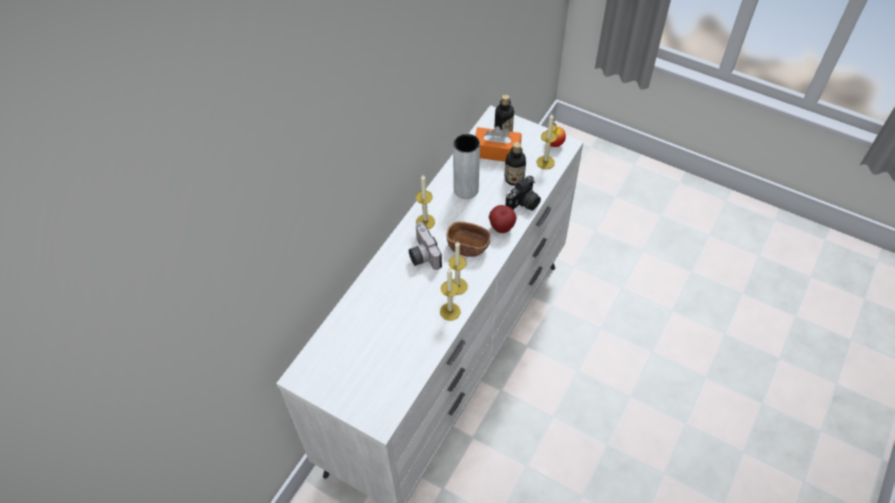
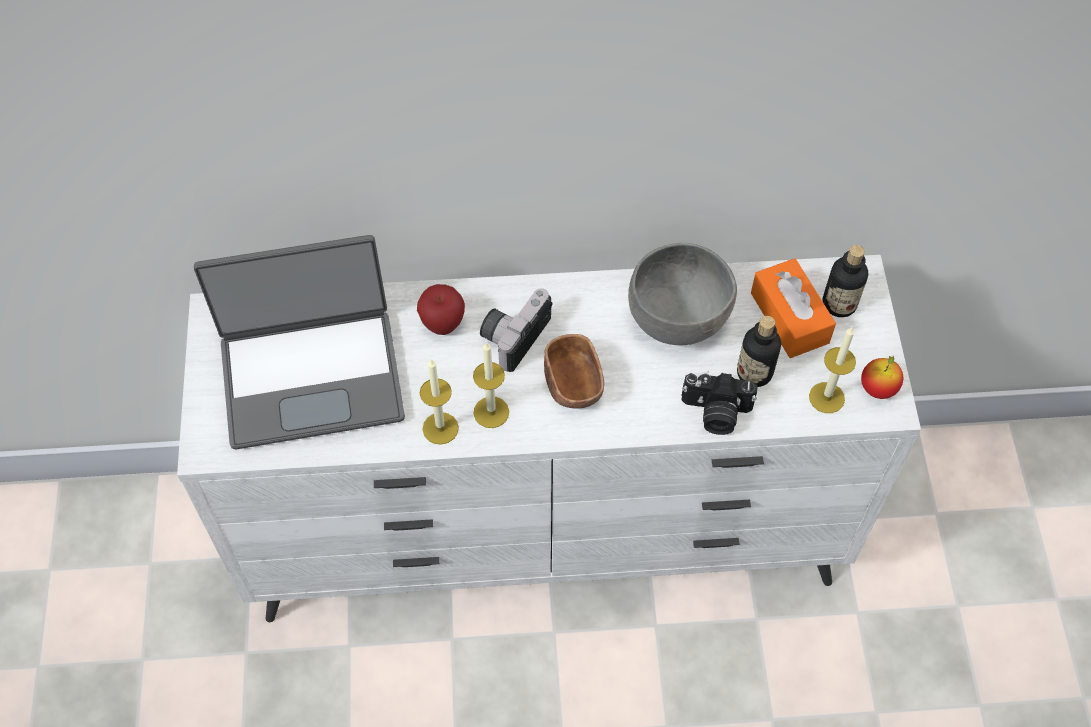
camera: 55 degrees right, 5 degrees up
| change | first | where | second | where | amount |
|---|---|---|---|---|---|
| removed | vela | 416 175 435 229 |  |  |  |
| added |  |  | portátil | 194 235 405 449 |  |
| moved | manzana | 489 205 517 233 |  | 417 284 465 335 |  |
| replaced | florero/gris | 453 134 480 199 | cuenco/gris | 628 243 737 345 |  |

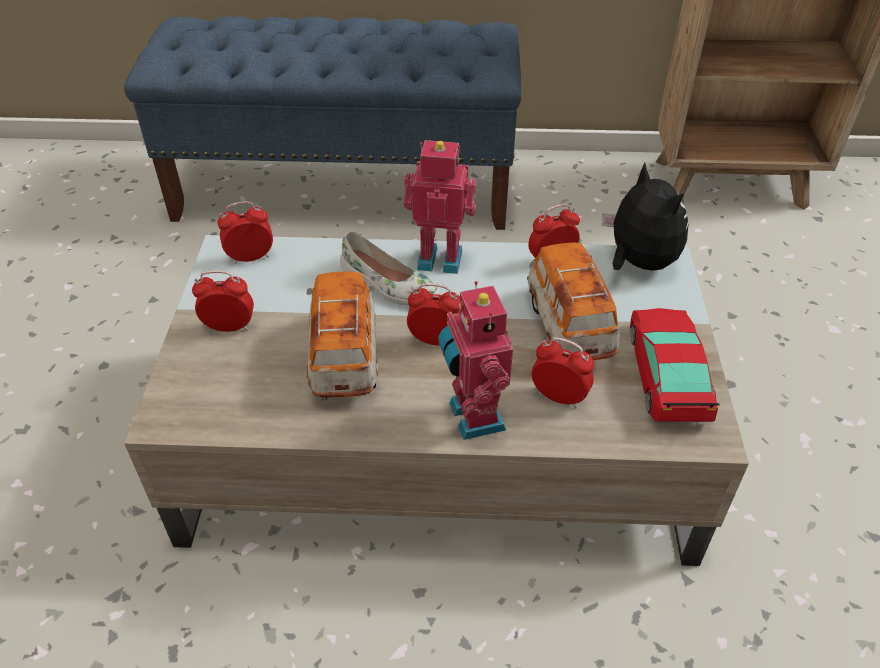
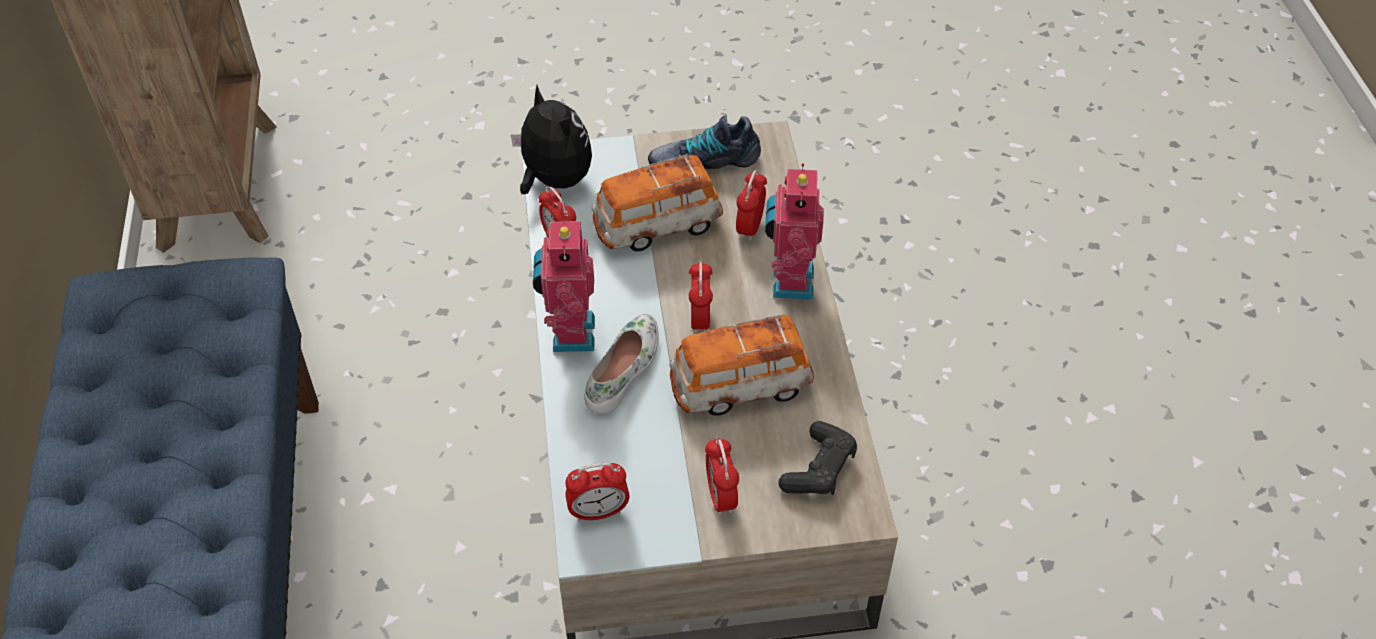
camera: 100 degrees left, 5 degrees up
| change | first | where | second | where | amount |
|---|---|---|---|---|---|
| added |  |  | mando de consola/negro | 779 421 857 495 |  |
| replaced | coche de juguete | 630 308 720 422 | zapato | 648 115 761 169 |  |
| turned | despertador | 218 201 273 264 |  | 565 463 630 522 | 75 degrees counterclockwise |
| turned | robot de juguete | 439 281 513 440 |  | 765 163 824 300 | 120 degrees clockwise |
| turned | peluche | 602 162 689 271 |  | 511 85 592 194 | 90 degrees clockwise |

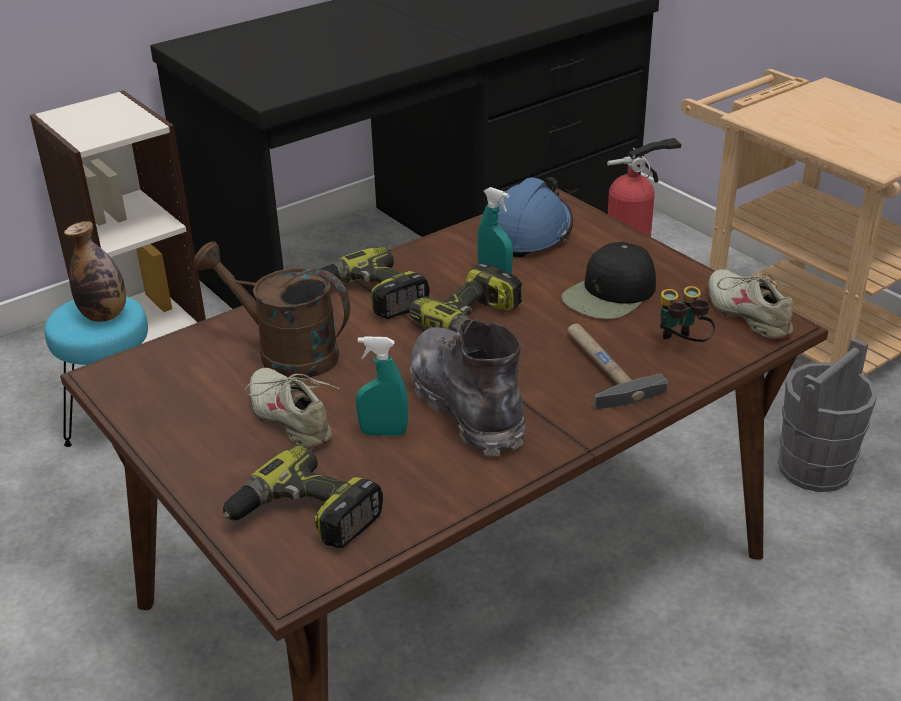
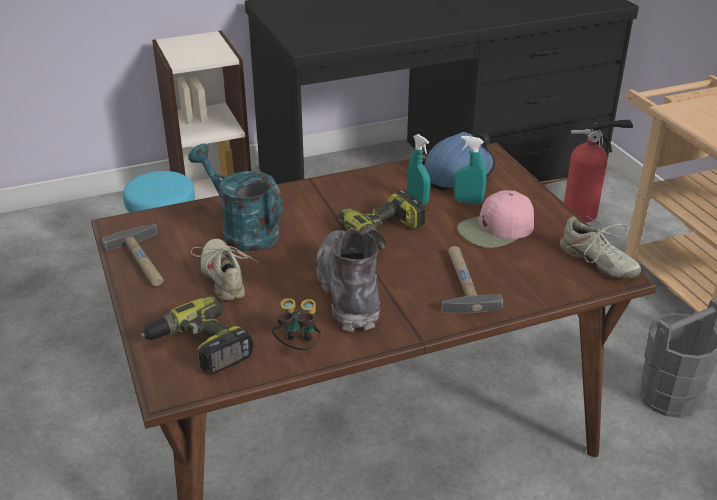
camera: 15 degrees right, 0 degrees up
| change | first | where | second | where | amount |
|---|---|---|---|---|---|
| removed | botella | 64 221 126 322 |  |  |  |
| removed | taladro | 321 246 430 319 |  |  |  |
| added |  |  | martillo | 102 224 164 286 |  |
| moved | pulverizador/turquesa | 356 336 408 436 |  | 454 136 486 204 |  |
| moved | prismáticos | 660 286 715 342 |  | 271 298 321 350 |  |
| recoloured | regadera/marrón | 193 241 350 378 | regadera/turquesa | 188 144 283 251 |  |
| recoloured | gorra/negro | 561 242 656 319 | gorra/rosa | 457 190 534 248 |  |
| turned | zapato/beis | 708 269 799 339 |  | 560 216 641 279 | 150 degrees clockwise |

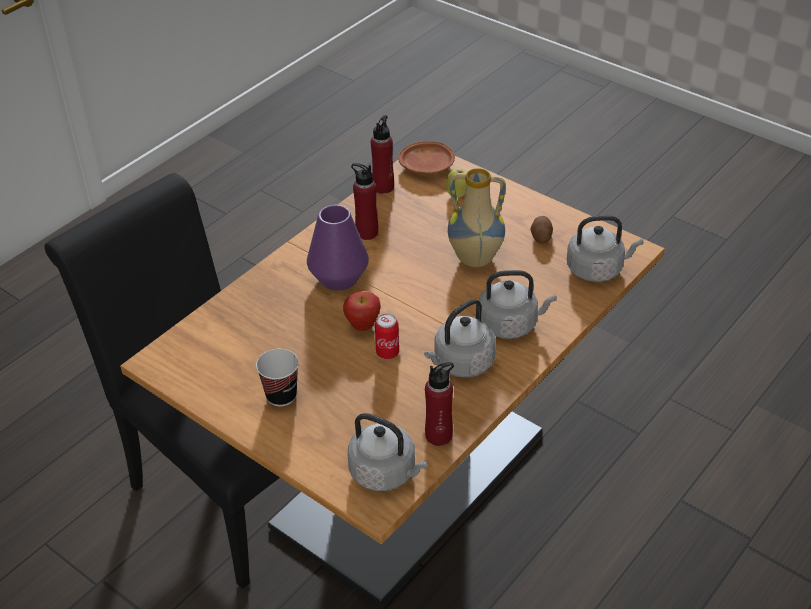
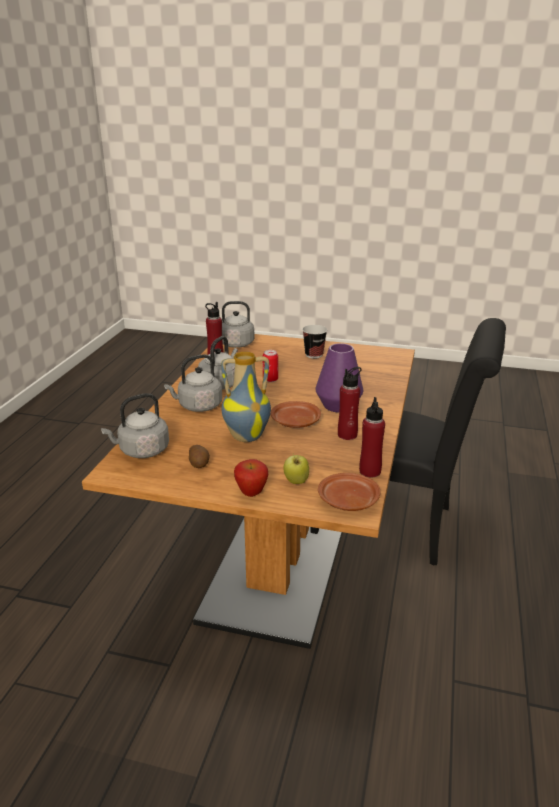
camera: 155 degrees right, 15 degrees down
| change | first | where | second | where | amount |
|---|---|---|---|---|---|
| added |  |  | plato/marrón | 271 401 321 428 |  |
| moved | manzana | 343 291 380 331 |  | 234 459 268 497 |  |

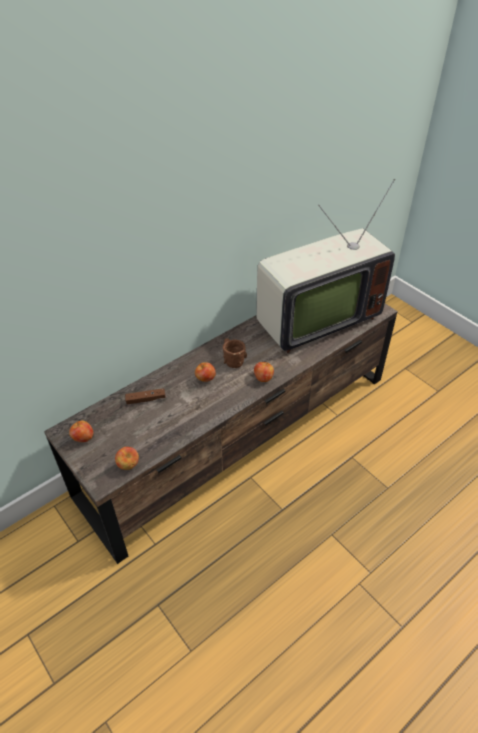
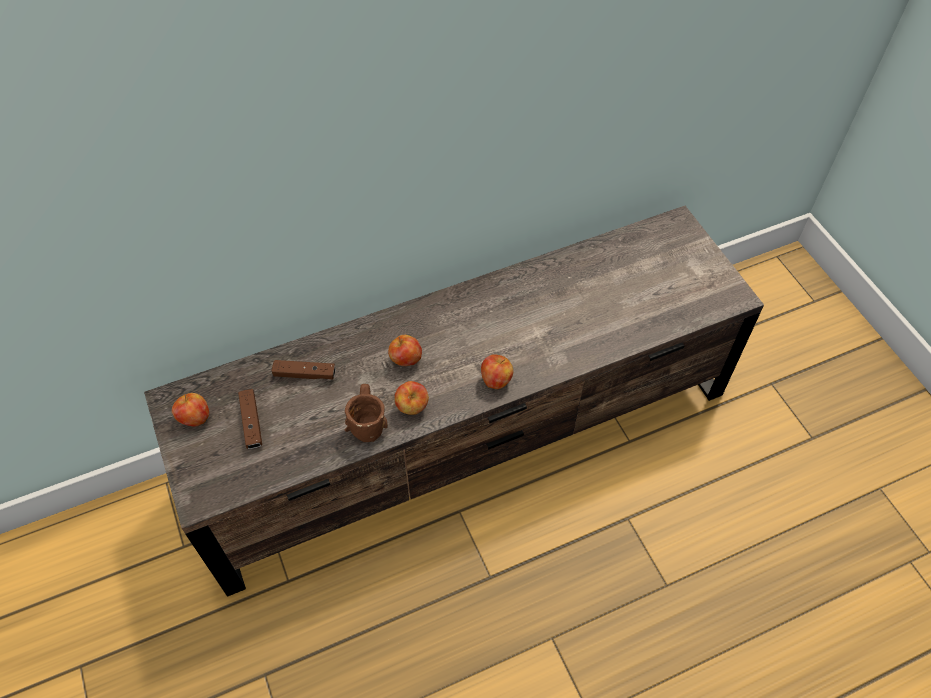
camera: 15 degrees right, 10 degrees up
| change | first | where | second | where | amount |
|---|---|---|---|---|---|
| removed | televisor | 256 179 395 353 |  |  |  |
| added |  |  | mando de consola/marrón | 238 389 262 449 |  |
| moved | manzana | 115 447 139 470 |  | 394 381 429 415 |  |
| moved | taza grande/marrón | 223 338 247 368 |  | 345 384 388 442 |  |

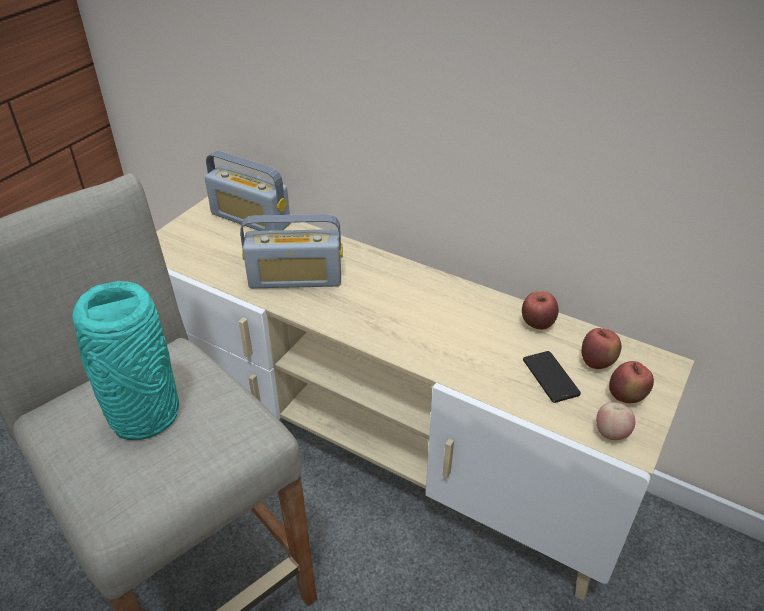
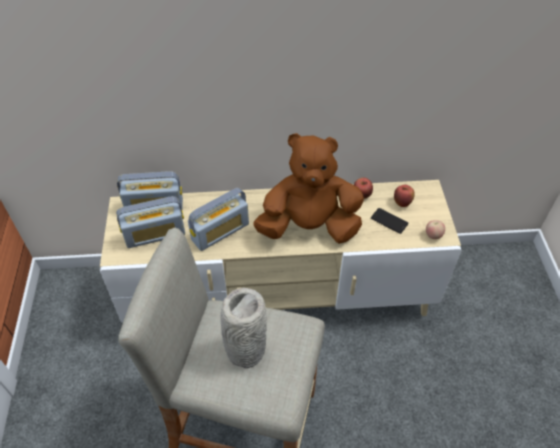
camera: 35 degrees left, 10 degrees up
| change | first | where | second | where | amount |
|---|---|---|---|---|---|
| removed | manzana | 609 361 654 403 |  |  |  |
| added |  |  | radio | 116 196 185 248 |  |
| added |  |  | peluche/marrón | 253 133 364 244 |  |
| recoloured | florero/turquesa | 72 281 179 440 | florero/gris | 220 288 267 368 |  |

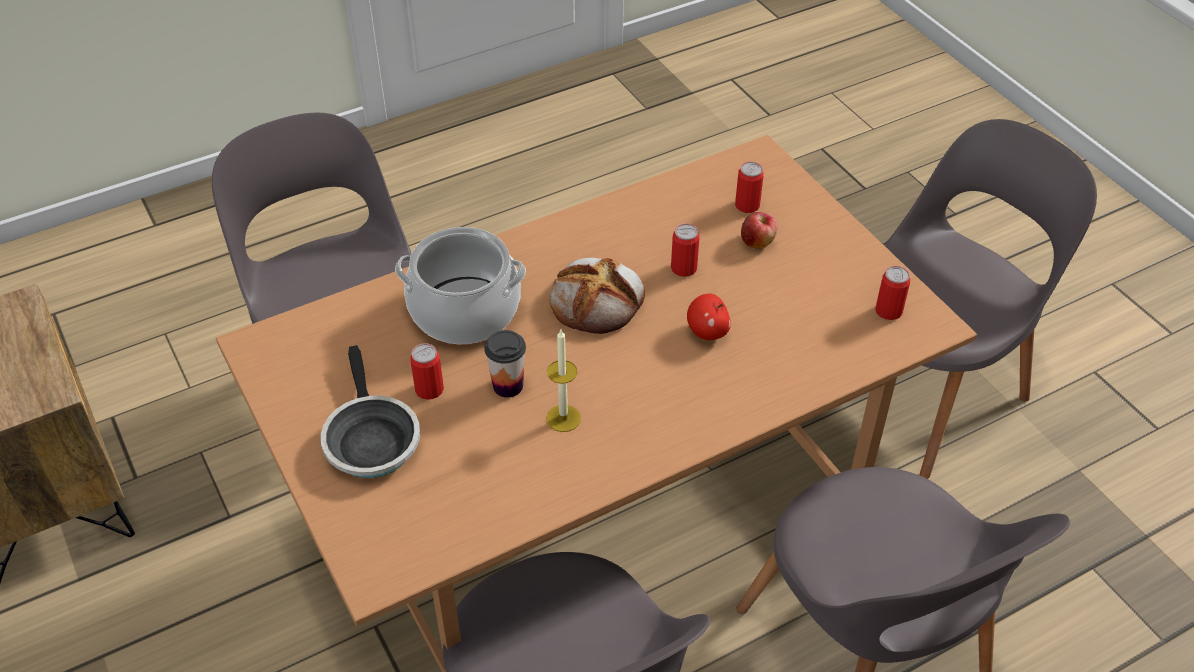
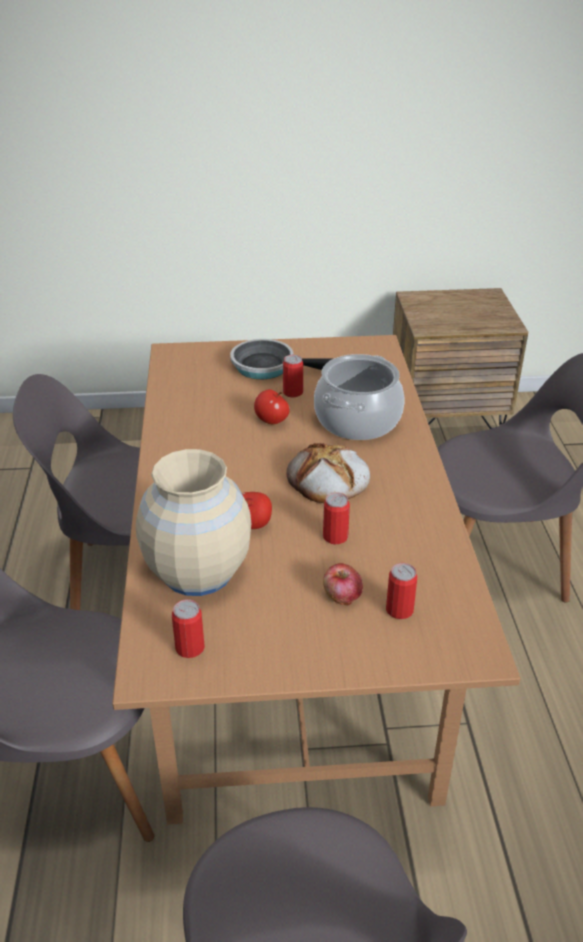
camera: 115 degrees right, 10 degrees down
| change | first | where | second | where | amount |
|---|---|---|---|---|---|
| removed | vela | 546 330 581 432 |  |  |  |
| added |  |  | florero/beis | 136 449 251 596 |  |
| replaced | taza | 484 330 526 398 | manzana | 254 389 290 424 |  |

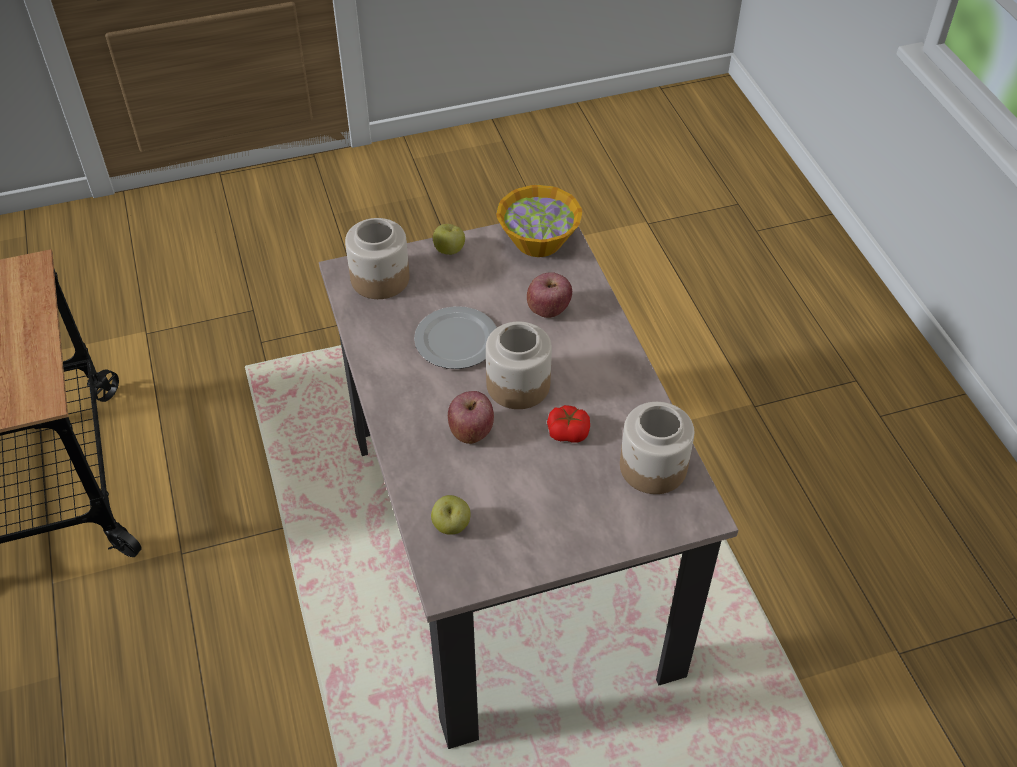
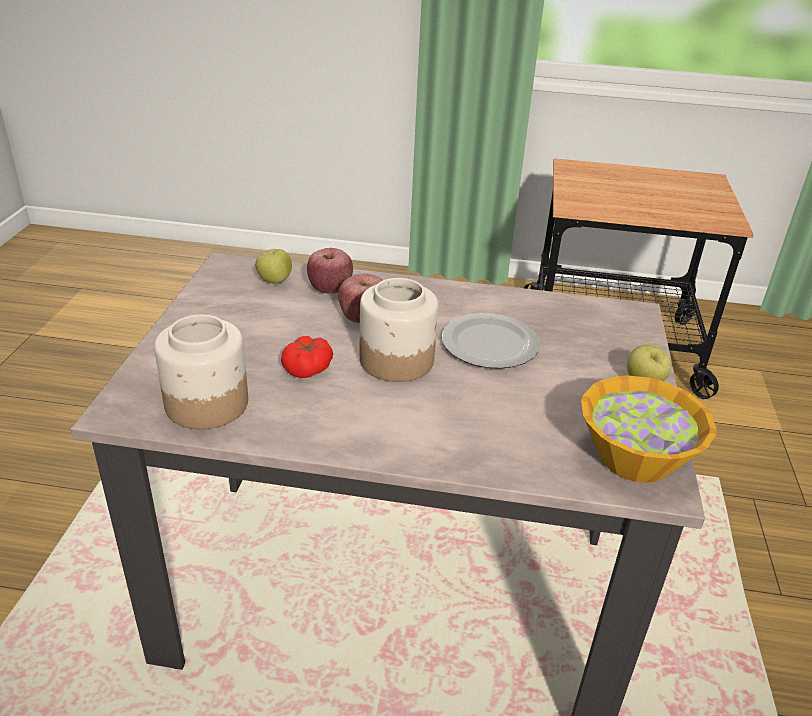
camera: 115 degrees right, 15 degrees down
| change | first | where | second | where | amount |
|---|---|---|---|---|---|
| removed | tarro | 345 218 410 299 |  |  |  |
| moved | manzana | 527 272 572 318 |  | 307 248 353 294 |  |

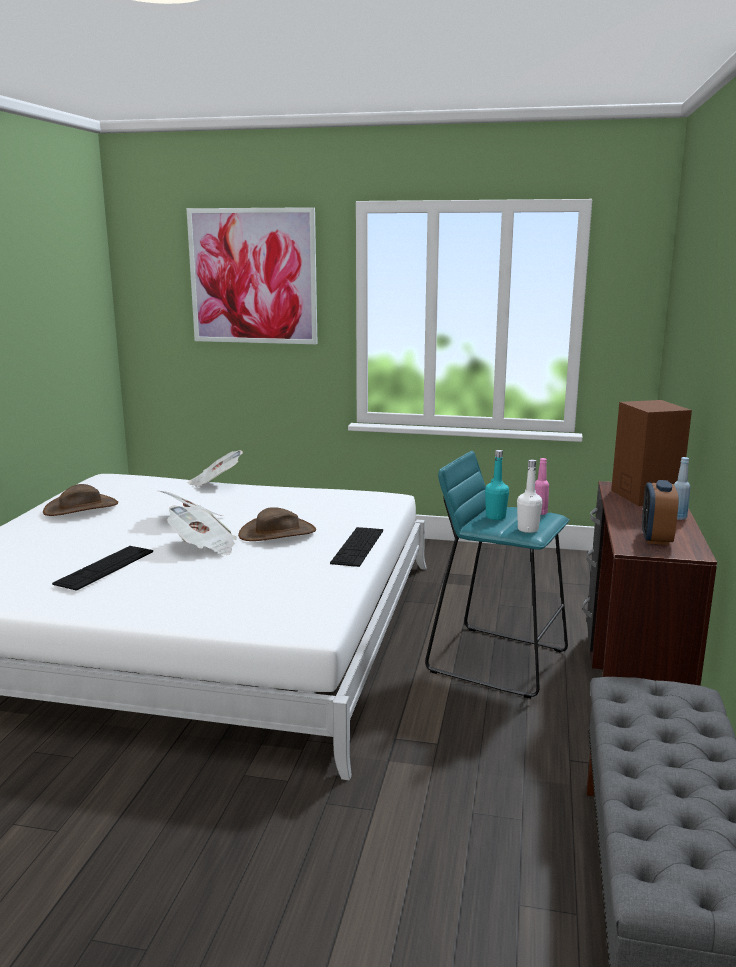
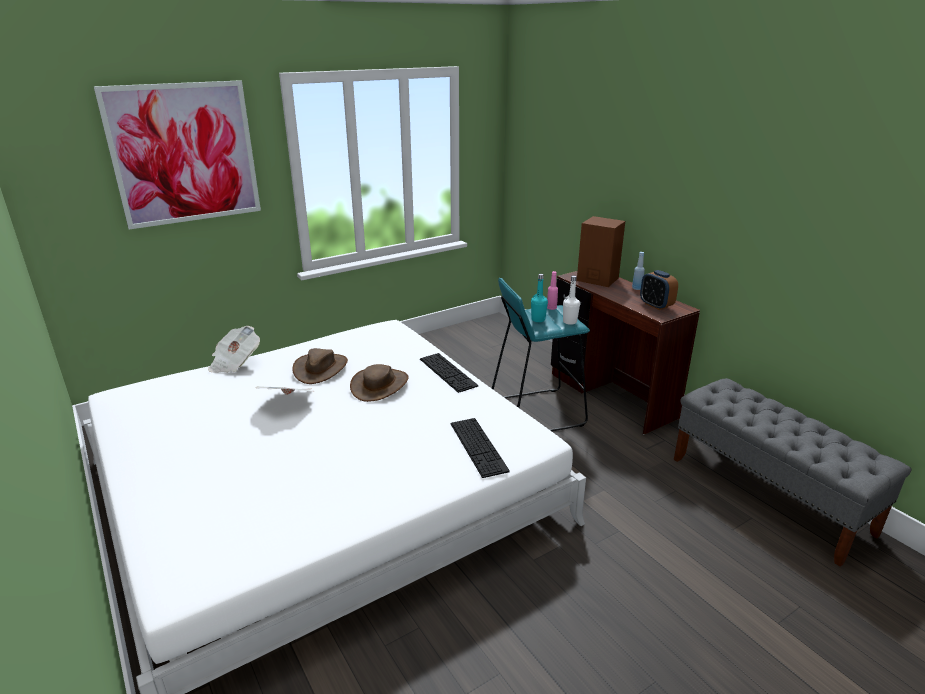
camera: 45 degrees left, 10 degrees up
| change | first | where | second | where | amount |
|---|---|---|---|---|---|
| removed | periódico | 167 506 237 555 |  |  |  |
| moved | sombrero/marrón | 43 484 118 516 |  | 293 348 348 384 |  |
| moved | teclado | 52 546 153 591 |  | 451 418 510 478 |  |

